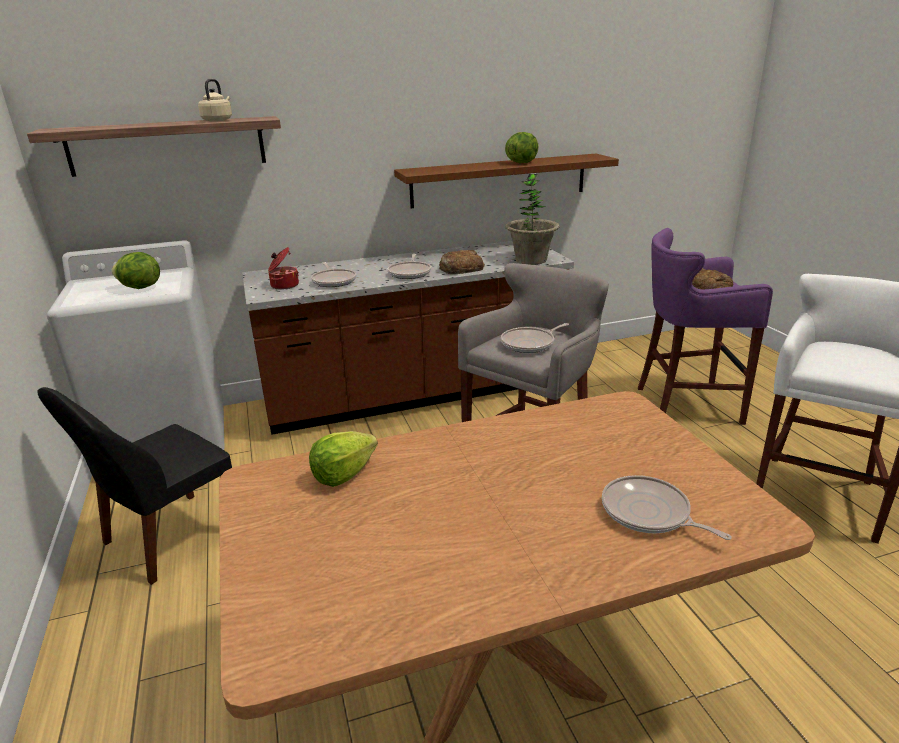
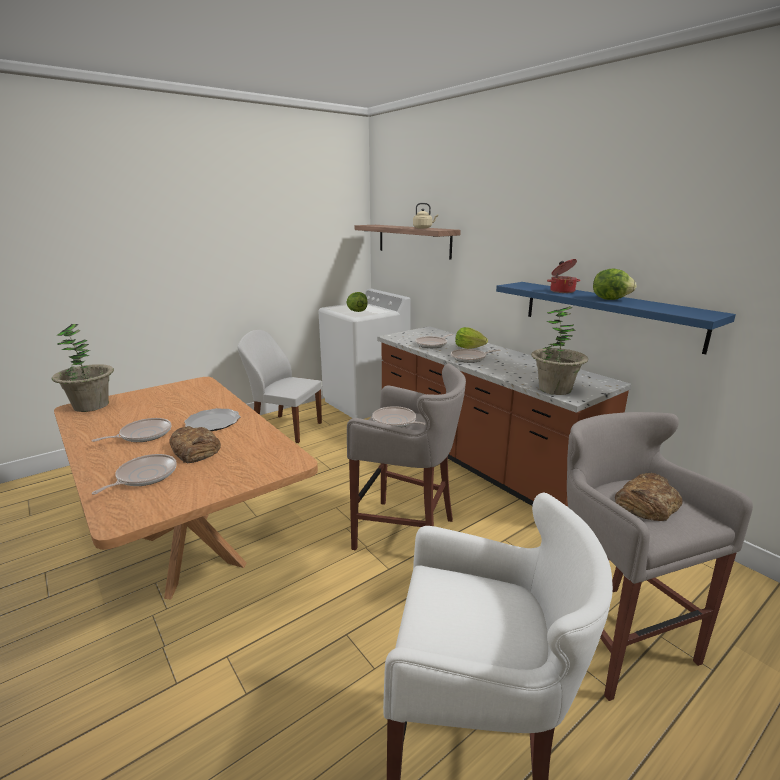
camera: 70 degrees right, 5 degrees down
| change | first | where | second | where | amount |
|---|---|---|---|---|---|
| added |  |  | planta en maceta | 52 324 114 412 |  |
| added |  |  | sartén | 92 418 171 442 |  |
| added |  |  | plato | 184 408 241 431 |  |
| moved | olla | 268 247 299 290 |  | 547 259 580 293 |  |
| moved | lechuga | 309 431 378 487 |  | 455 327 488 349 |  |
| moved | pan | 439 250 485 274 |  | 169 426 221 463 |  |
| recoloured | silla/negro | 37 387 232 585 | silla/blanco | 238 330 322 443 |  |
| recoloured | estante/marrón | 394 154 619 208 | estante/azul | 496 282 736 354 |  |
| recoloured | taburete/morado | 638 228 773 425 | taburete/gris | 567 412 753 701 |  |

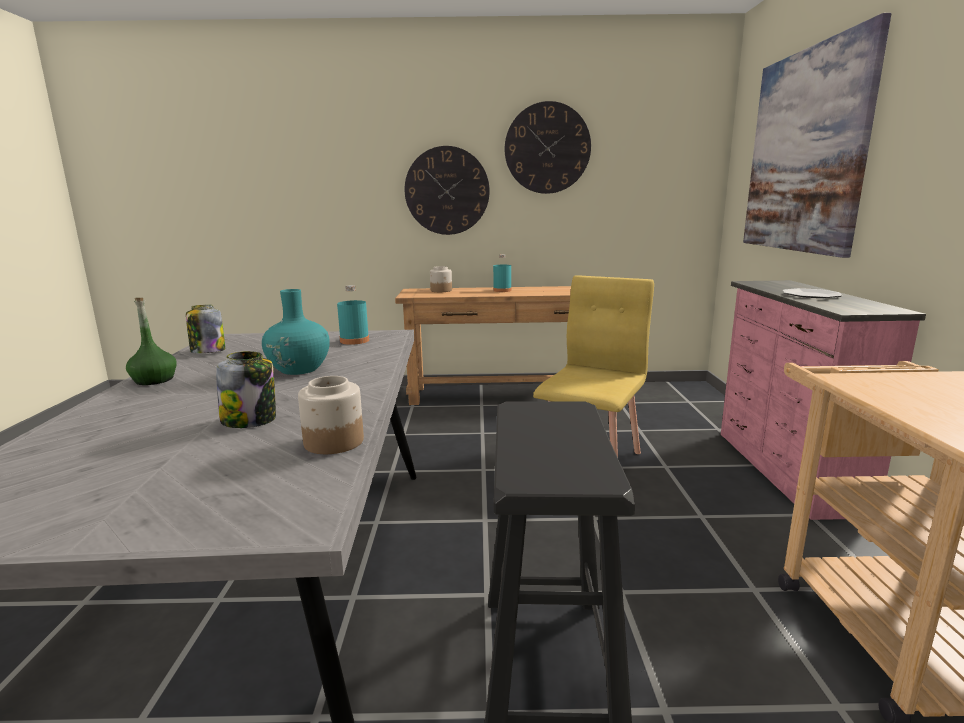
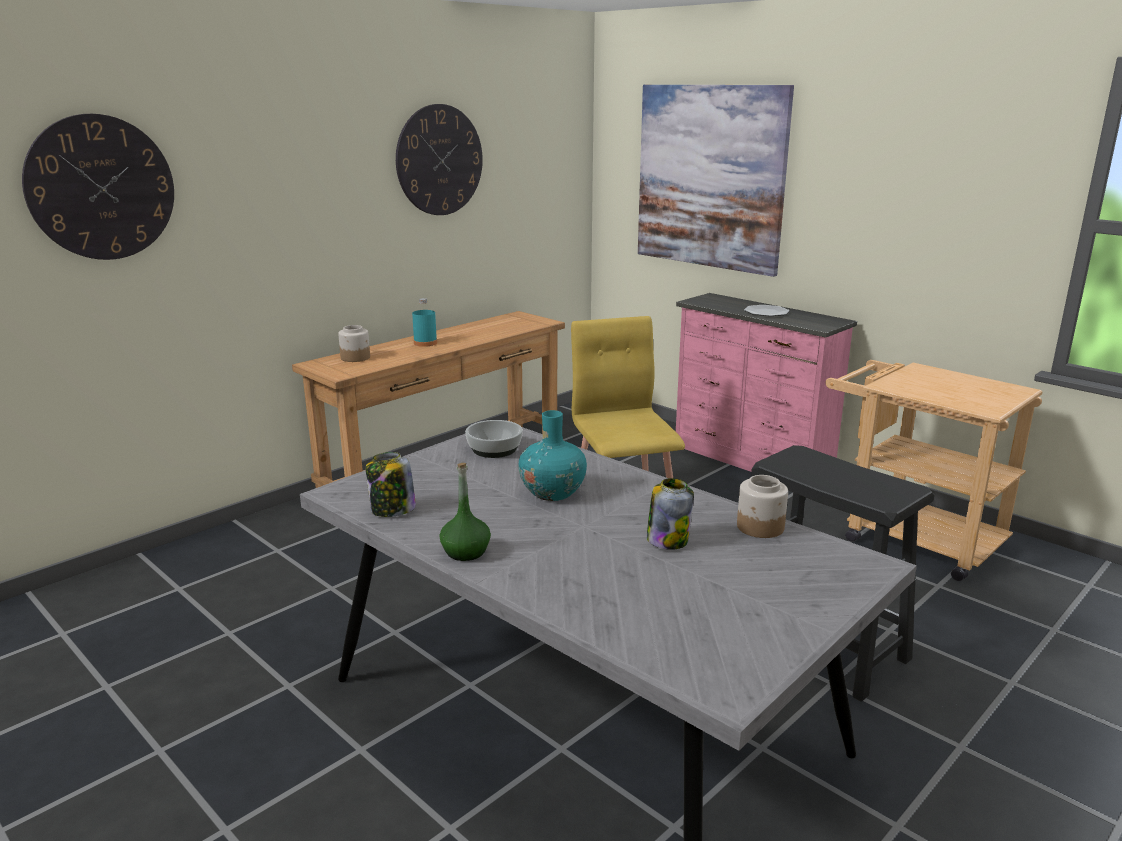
camera: 45 degrees left, 5 degrees up
| change | first | where | second | where | amount |
|---|---|---|---|---|---|
| moved | reloj de pared | 404 146 490 235 |  | 22 114 174 260 |  |
| replaced | botella/turquesa | 337 285 369 345 | cuenco | 465 420 523 458 |  |

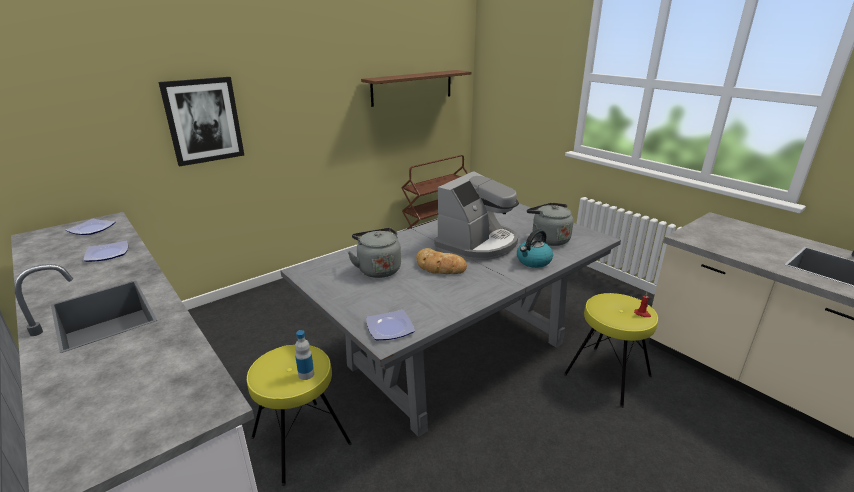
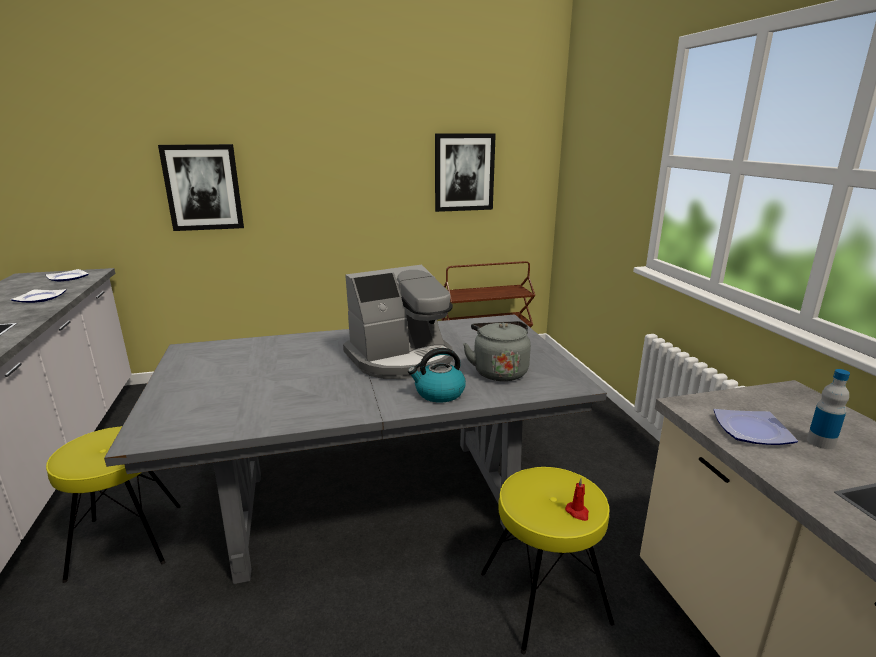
camera: 25 degrees right, 5 degrees down
| change | first | where | second | where | amount |
|---|---|---|---|---|---|
| removed | hervidor/gris | 348 228 401 278 |  |  |  |
| removed | pan | 416 248 467 274 |  |  |  |
| moved | botella | 295 330 314 380 |  | 807 369 850 449 |  |
| moved | plato | 366 310 415 340 |  | 714 409 798 445 |  |
| replaced | estante/marrón | 361 70 472 107 | cuadro | 435 133 496 212 |  |

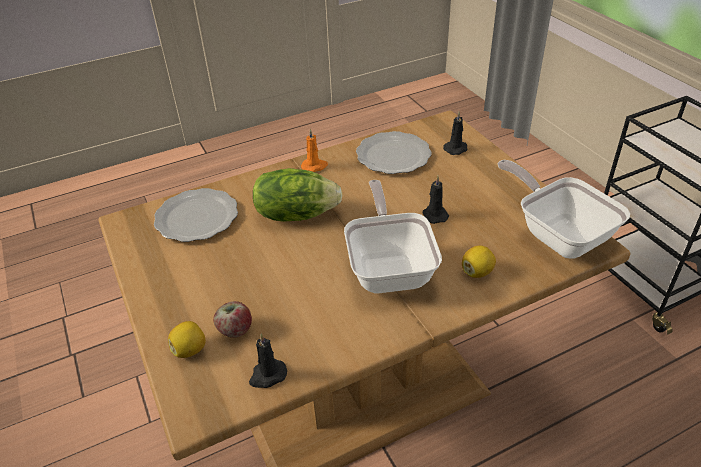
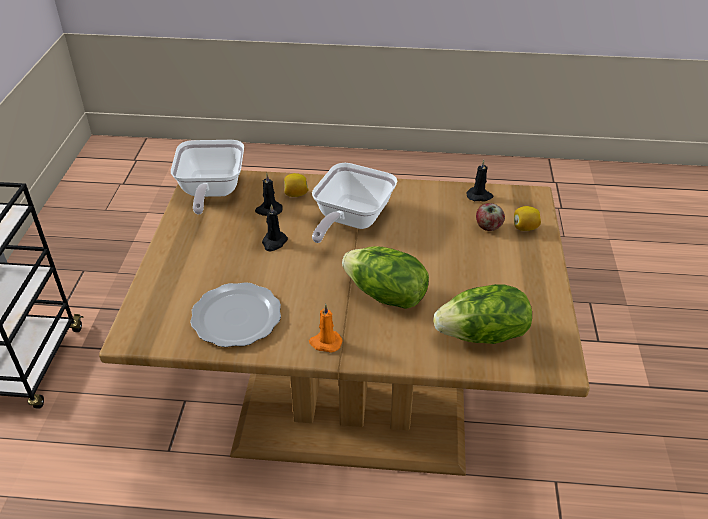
camera: 150 degrees left, 0 degrees up
| change | first | where | second | where | amount |
|---|---|---|---|---|---|
| moved | vela/negro | 443 112 468 155 |  | 255 173 283 216 |  |
| replaced | plato | 154 188 238 242 | lechuga | 433 284 532 344 |  |

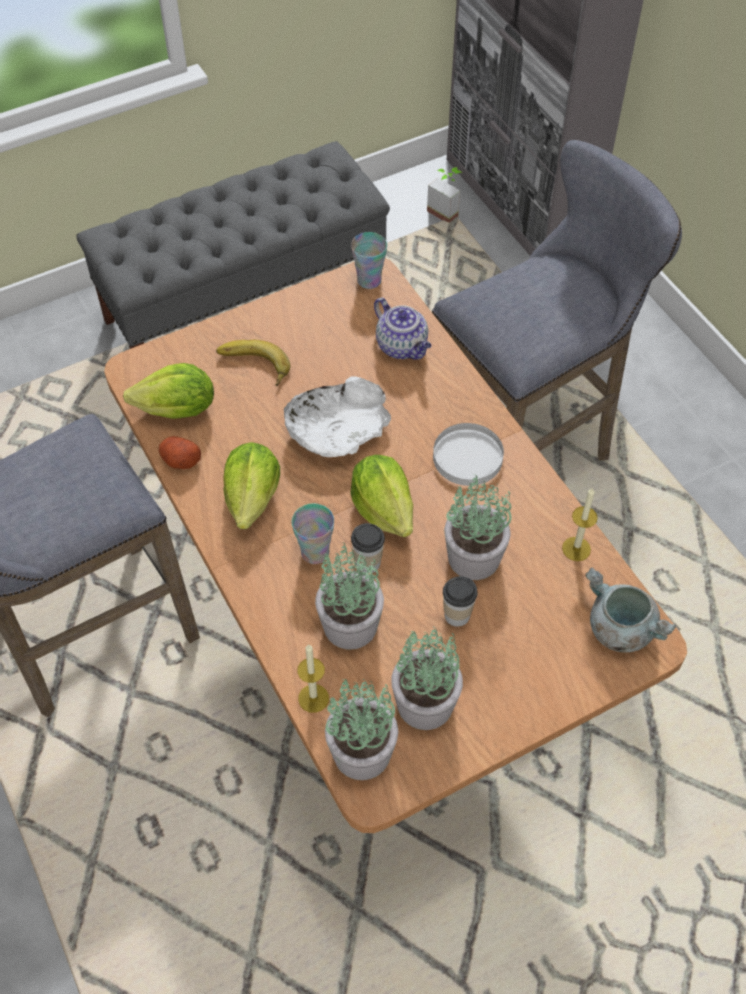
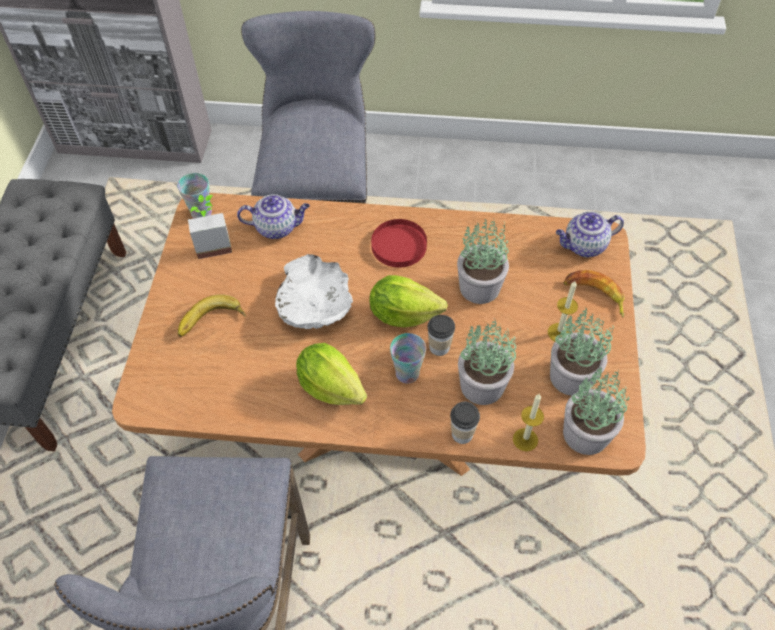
camera: 55 degrees left, 0 degrees up
| change | first | where | second | where | amount |
|---|---|---|---|---|---|
| removed | lechuga | 123 363 214 419 |  |  |  |
| removed | patata | 159 436 201 469 |  |  |  |
| added |  |  | plátano | 564 270 625 318 |  |
| moved | planta en maceta | 427 167 462 223 |  | 188 195 232 259 |  |
| moved | taza | 443 576 477 627 |  | 450 402 480 444 |  |
| moved | vela | 562 487 598 561 |  | 548 281 578 341 |  |
| replaced | olla/gris | 585 568 676 653 | tetera | 556 211 624 257 |  |
| recoloured | plato/blanco | 433 423 504 486 | plato/rojo | 371 219 427 268 |  |

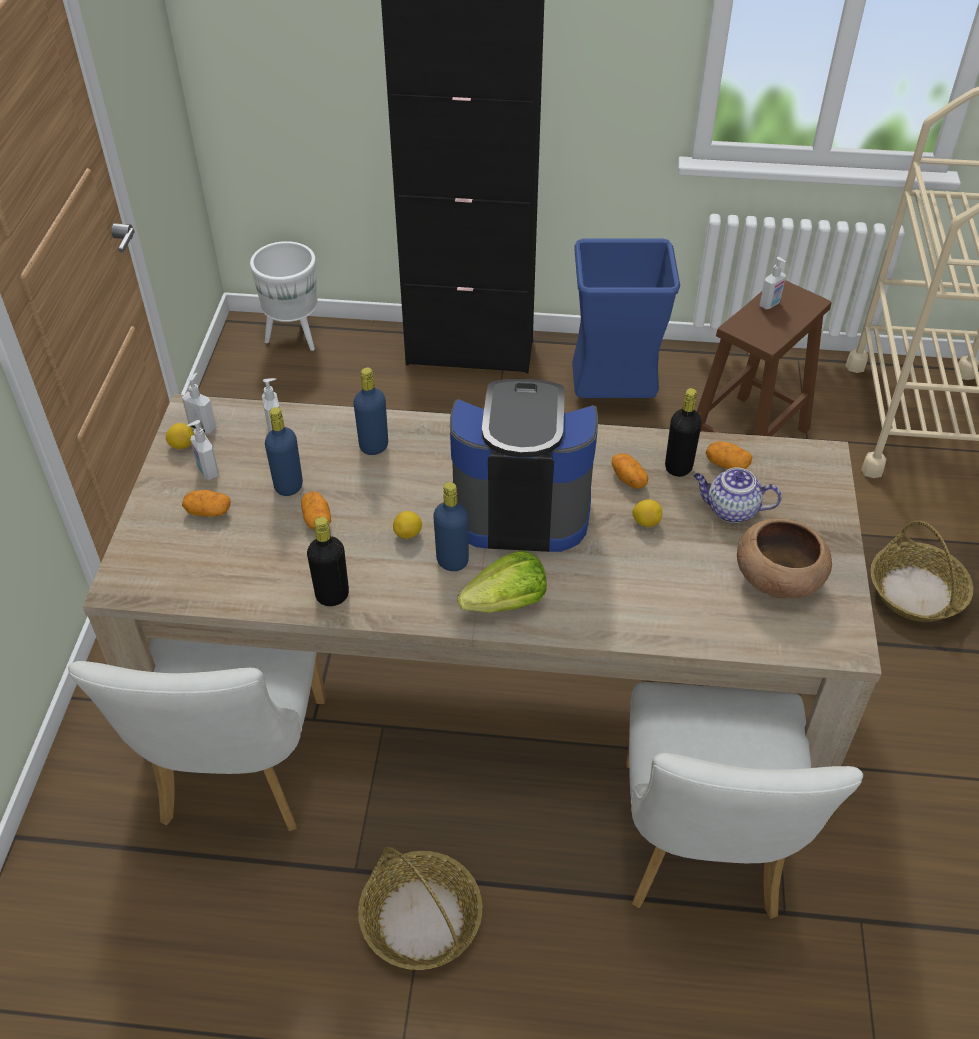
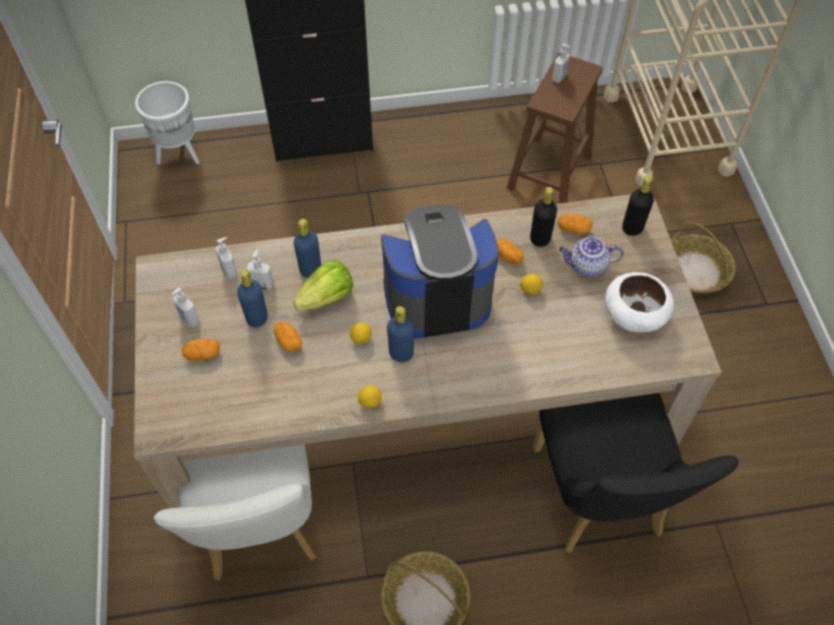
camera: 15 degrees left, 10 degrees up
| change | first | where | second | where | amount |
|---|---|---|---|---|---|
| removed | papelera/azul | 572 238 680 398 |  |  |  |
| moved | limón | 166 423 194 449 |  | 358 385 382 407 |  |
| moved | dispensador de jabón | 182 373 217 433 |  | 246 249 274 290 |  |
| moved | botella/negro | 307 517 349 606 |  | 622 176 654 236 |  |
| moved | lechuga | 458 551 547 613 |  | 293 260 353 311 |  |
| recoloured | silla/blanco | 627 682 863 919 | silla/negro | 533 393 738 553 |  |
| recoloured | cuenco/marrón | 737 518 832 598 | cuenco/blanco | 605 272 674 332 |  |

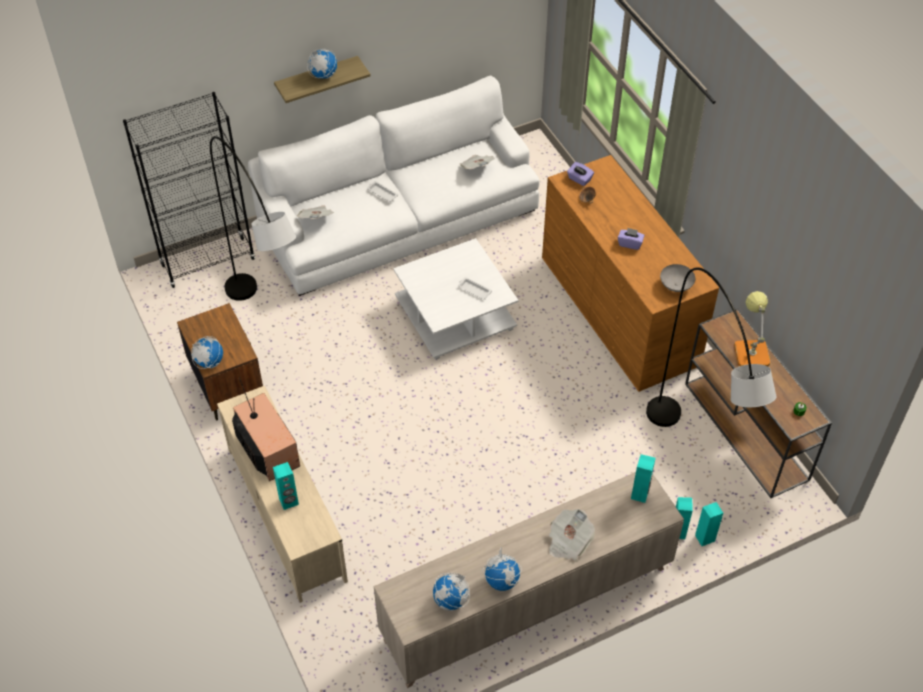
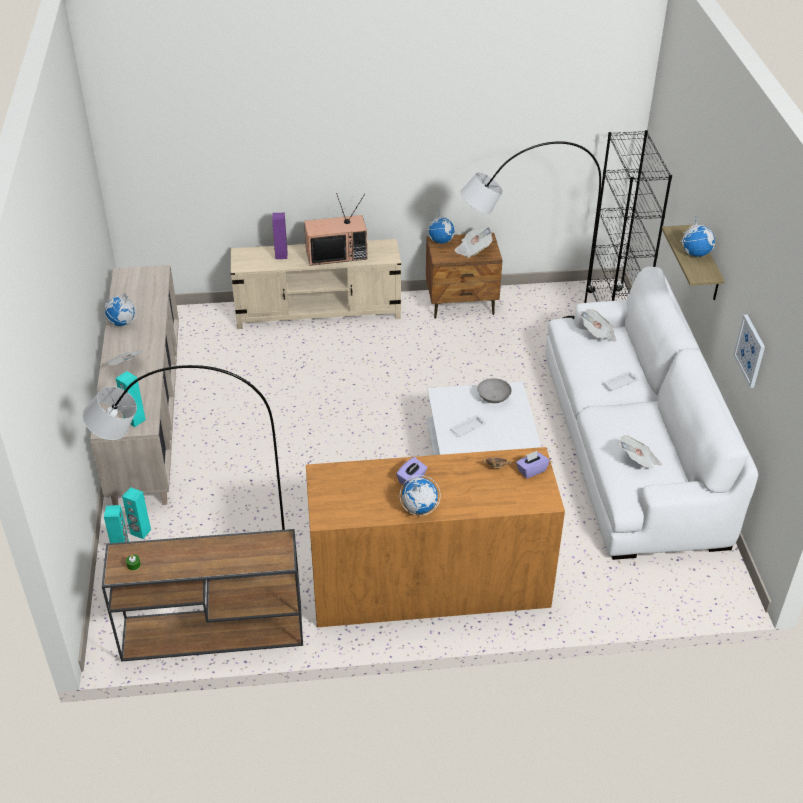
camera: 110 degrees right, 10 degrees down
| change | first | where | second | where | amount |
|---|---|---|---|---|---|
| removed | lámpara de mesa | 734 291 770 366 |  |  |  |
| added |  |  | periódico | 455 226 493 258 |  |
| added |  |  | cuadro | 734 315 765 388 |  |
| moved | globo terráqueo | 433 573 470 611 |  | 400 475 441 516 |  |
| moved | cuenco/gris | 660 264 695 292 |  | 477 378 511 403 |  |
| recoloured | altavoz/turquesa | 273 462 299 510 | altavoz/morado | 272 213 287 259 |  |

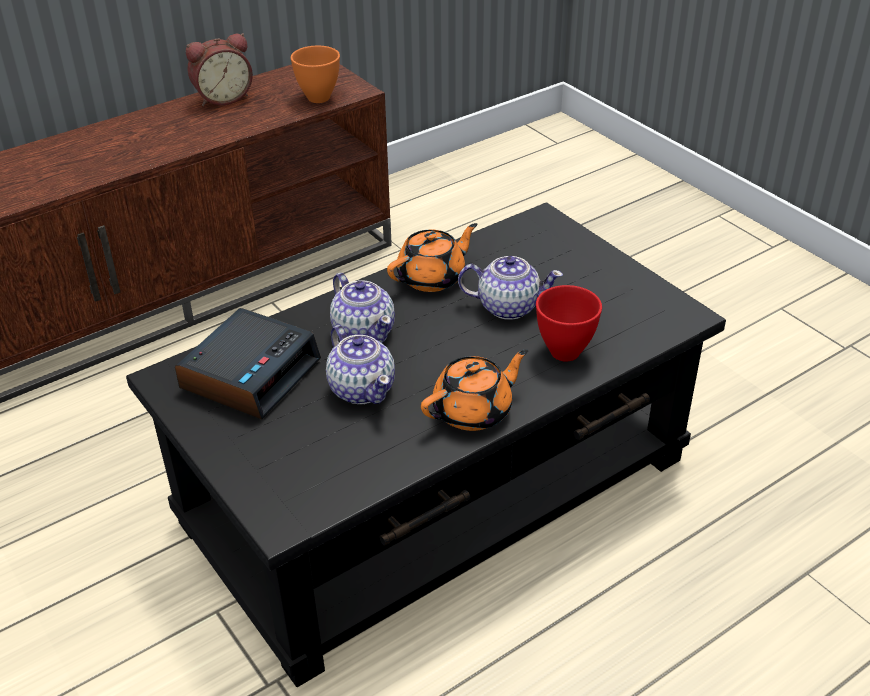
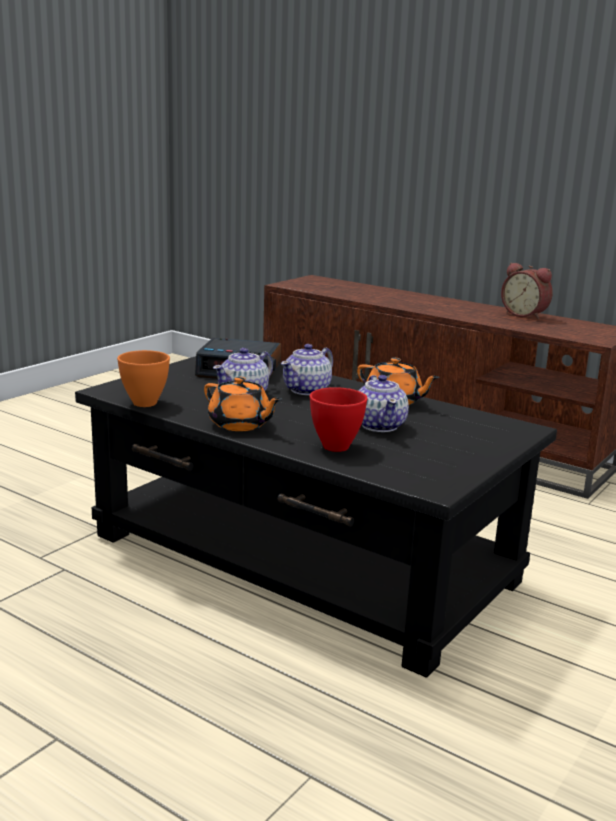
camera: 70 degrees right, 20 degrees down
| change | first | where | second | where | amount |
|---|---|---|---|---|---|
| moved | cuenco/naranja | 291 46 340 103 |  | 117 350 170 407 |  |

